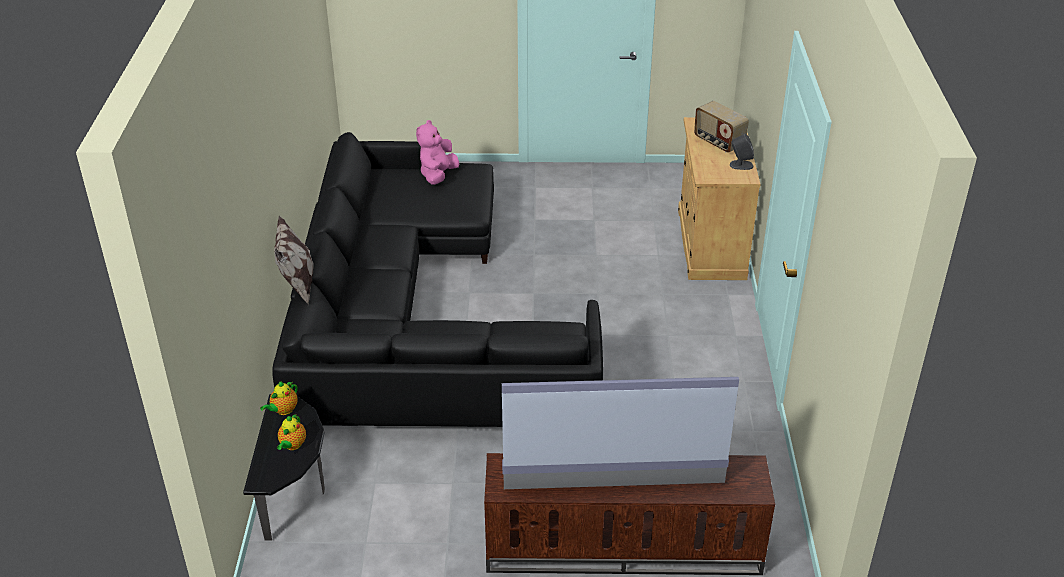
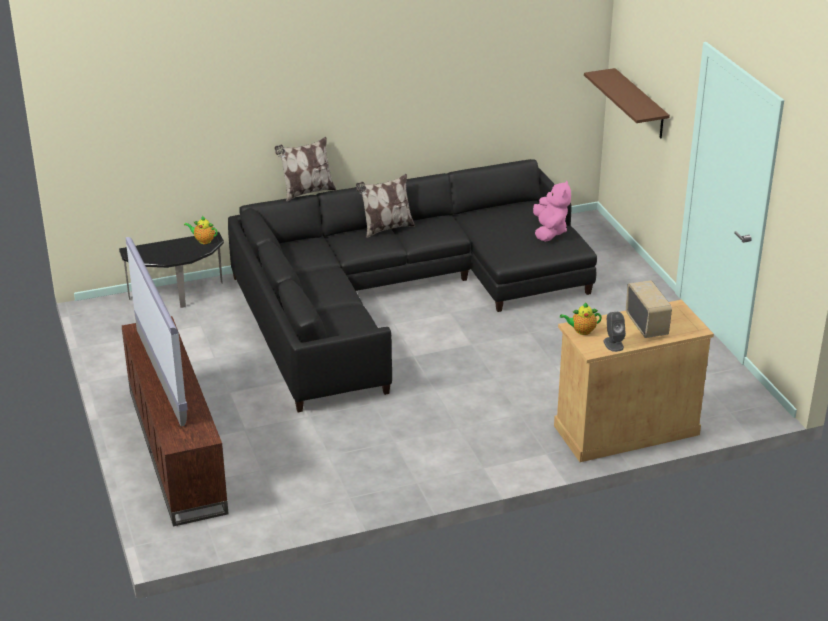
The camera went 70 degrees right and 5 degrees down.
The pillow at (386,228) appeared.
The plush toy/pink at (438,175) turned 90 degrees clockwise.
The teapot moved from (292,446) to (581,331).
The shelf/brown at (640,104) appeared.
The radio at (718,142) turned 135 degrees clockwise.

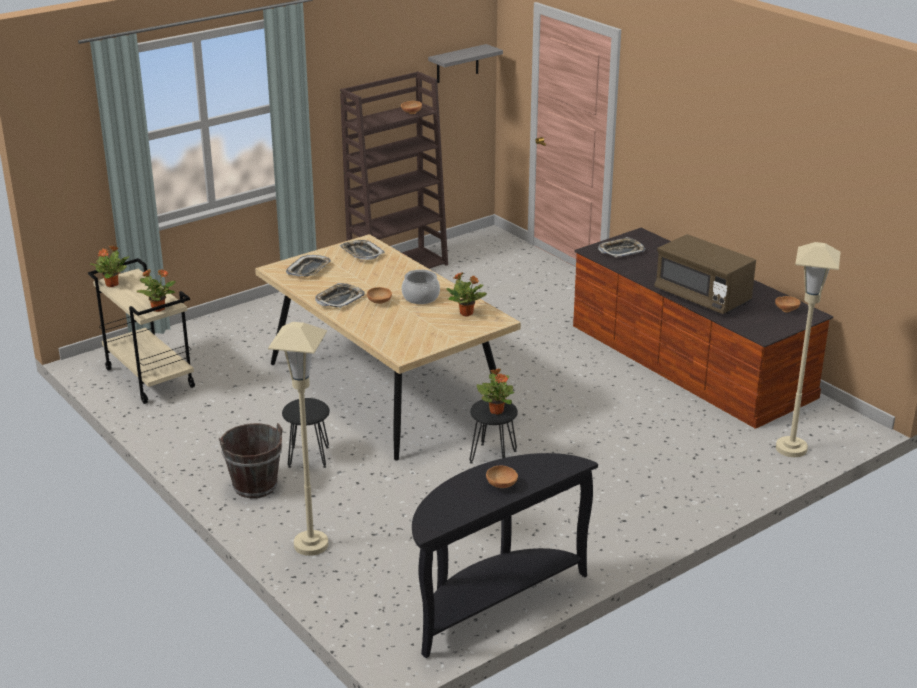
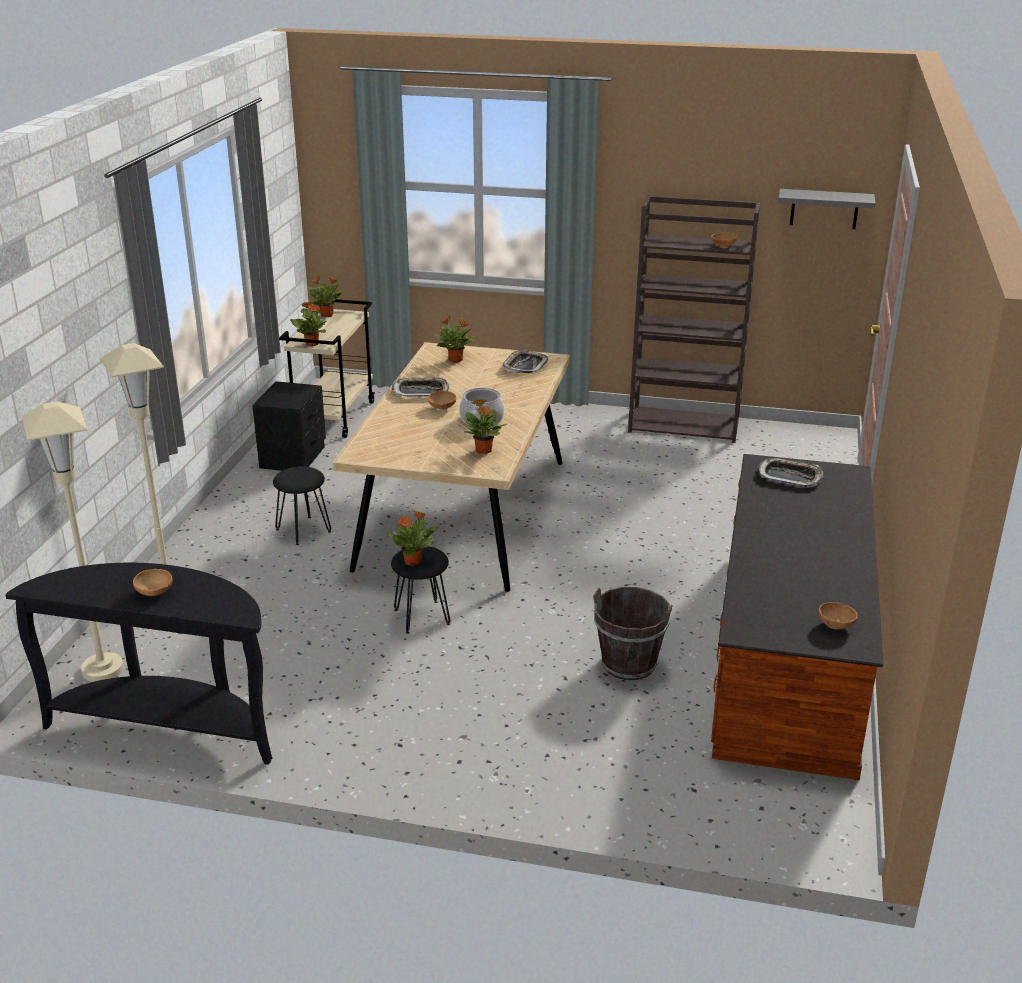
The camera went 50 degrees right and 0 degrees up.
The floor lamp/beige moved from (791,448) to (102,669).
The nightstand/black at (293,457) appeared.
The tray at (309,270) was replaced by the potted plant at (456,360).
The bucket/brown moved from (255,486) to (628,664).
The microwave/brown at (702,297) disappeared.

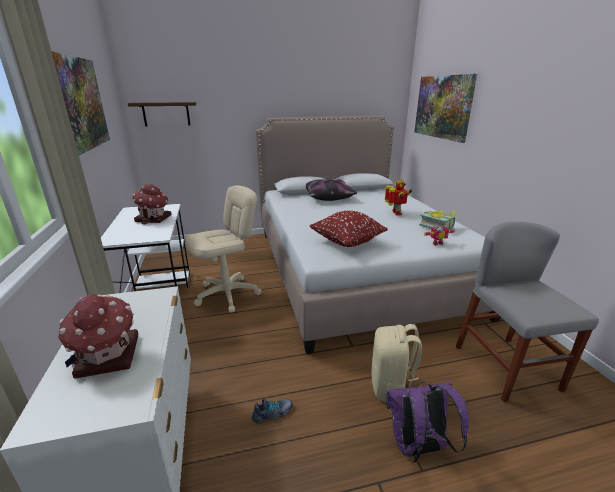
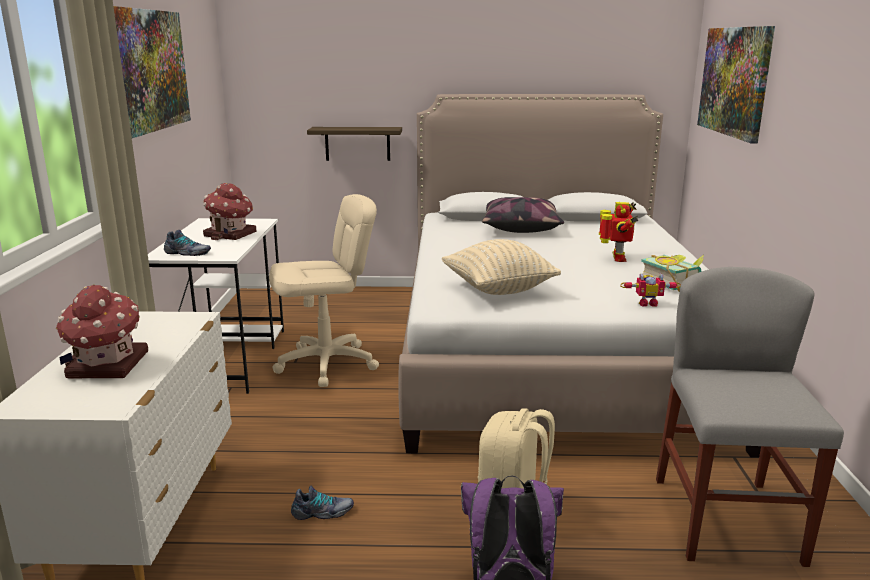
The camera went 15 degrees right and 5 degrees down.
The shoe at (187,253) appeared.
The shelf moved from (166,114) to (357,143).
The pillow/red at (347,242) became the pillow/beige at (498,289).

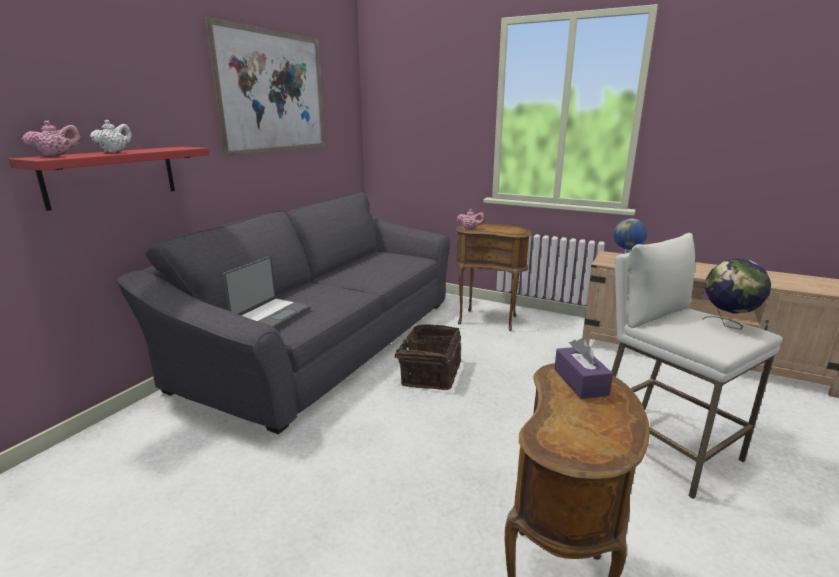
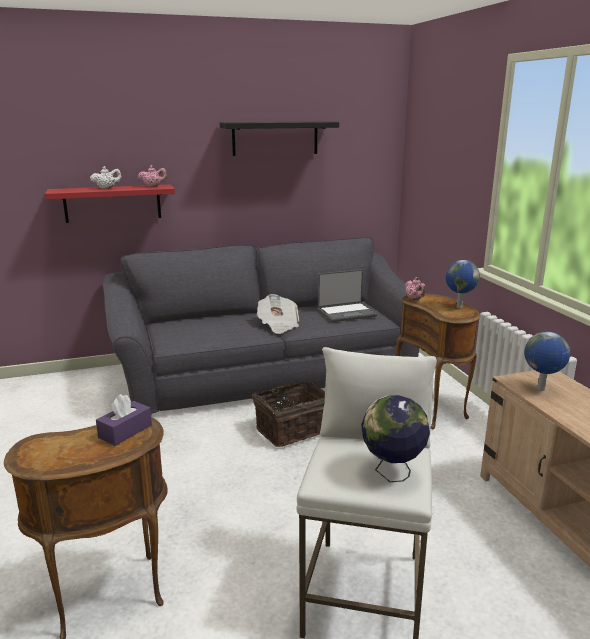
The camera went 45 degrees right and 0 degrees up.
The teapot/pink moved from (57,156) to (153,186).
The picture at (274,92) was replaced by the shelf/black at (275,138).
The newspaper at (278,325) appeared.
The laptop moved from (270,315) to (346,313).
The globe at (458,307) appeared.

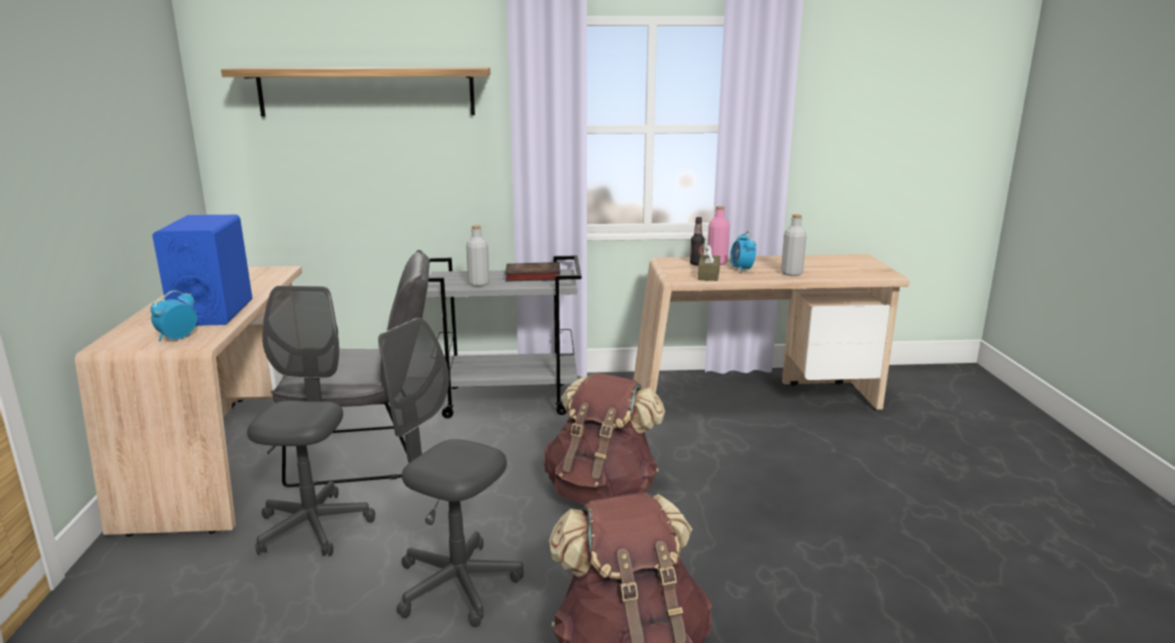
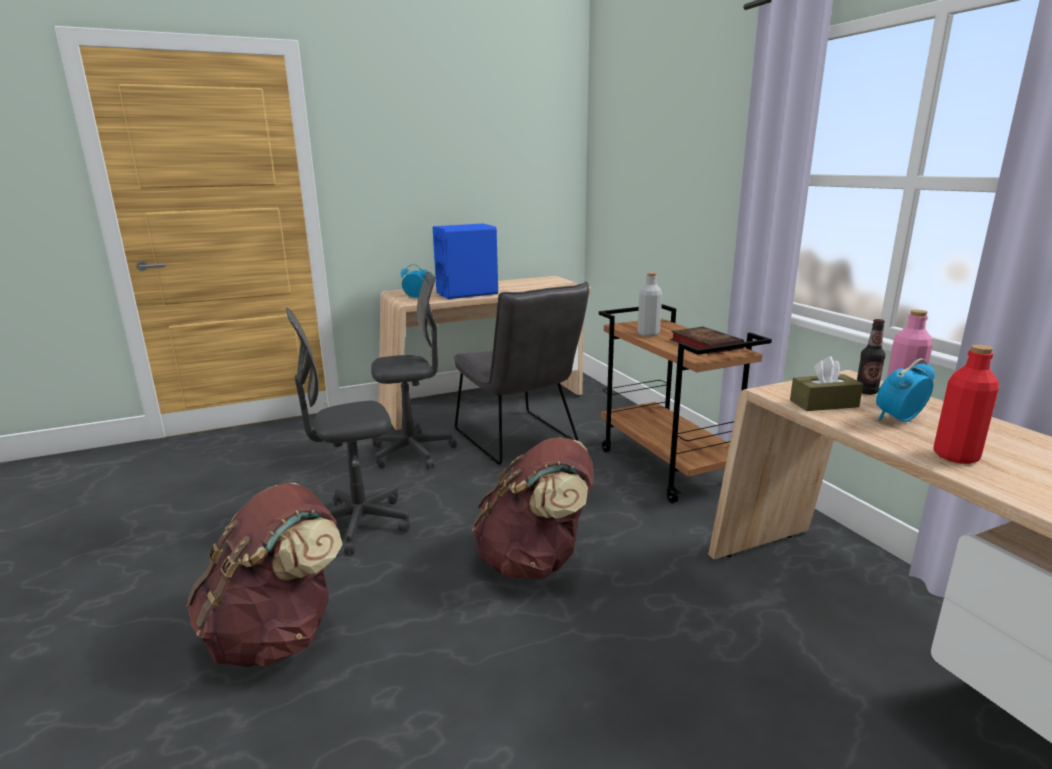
The camera went 70 degrees right and 0 degrees up.
The office chair/grey at (456,585) turned 120 degrees counterclockwise.
The cart/grey at (507,400) became the cart/brown at (668,467).
The bottle/grey at (791,273) became the bottle/red at (956,456).
The shelf at (367,91) disappeared.

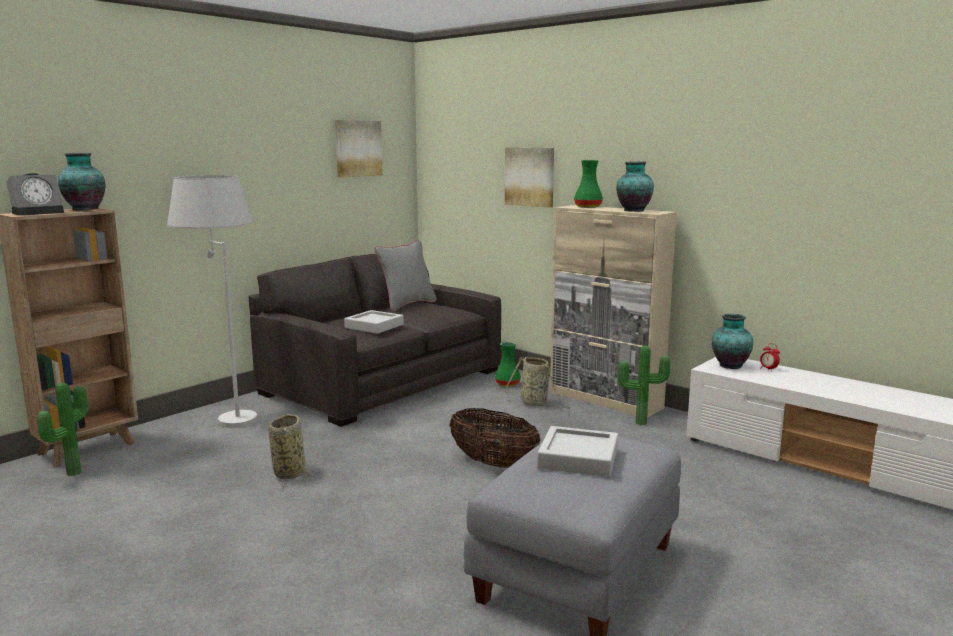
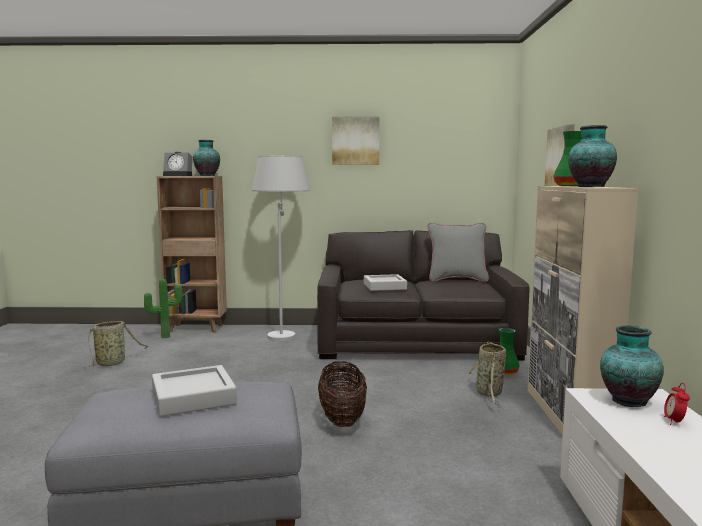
The camera went 50 degrees right and 5 degrees down.
The basket moved from (289,472) to (112,363).
The picture moved from (357,148) to (355,141).
The potted plant at (640,422) disappeared.

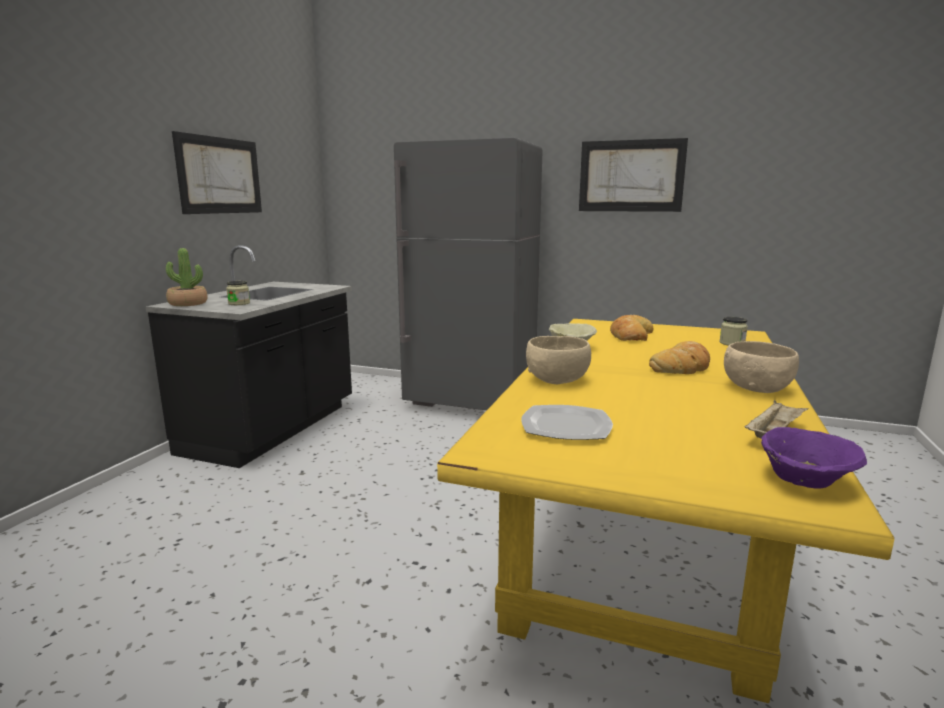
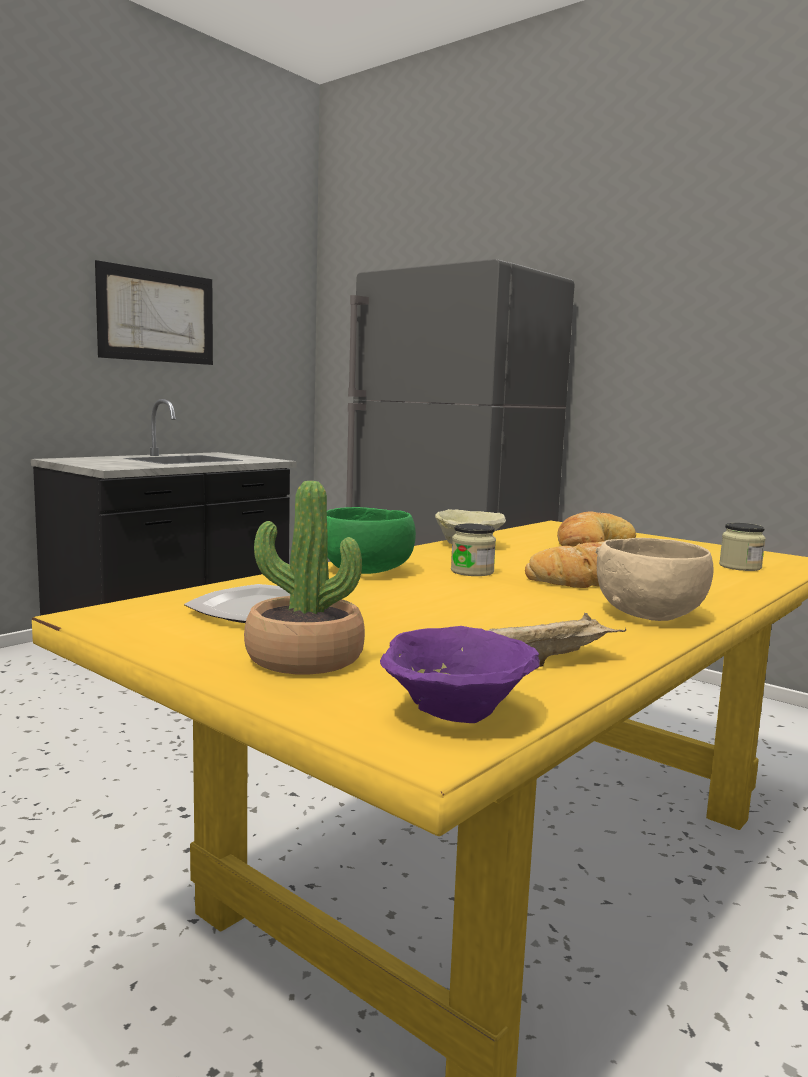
The camera went 20 degrees right and 5 degrees down.
The potted plant moved from (188,303) to (304,658).
The bowl/beige at (558,380) became the bowl/green at (367,570).
The jar moved from (239,303) to (472,572).
The picture at (631,176) disappeared.

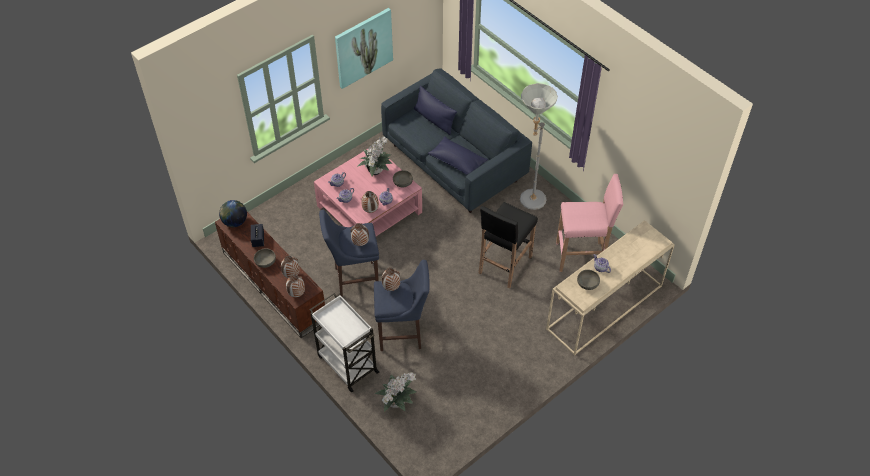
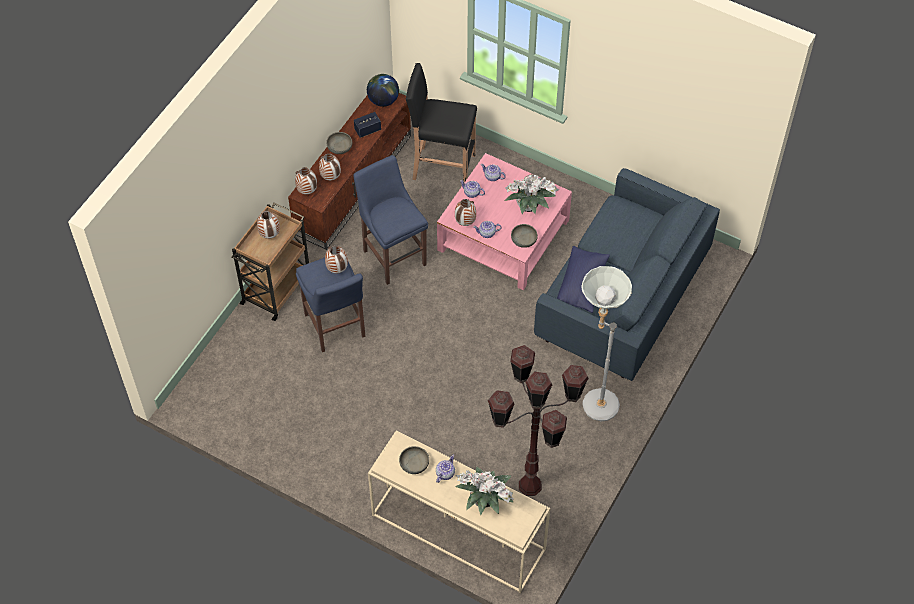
The camera went 70 degrees right and 5 degrees up.
The cart/white at (347,363) became the cart/brown at (276,288).
The vase moved from (360,243) to (270,235).
The stool/black moved from (504,266) to (442,167).
The potted plant moved from (397,402) to (486,502).
The stool/pink at (581,256) was replaced by the floor lamp/brown at (530,486).
The picture at (363,47) disappeared.
The pillow/blue at (434,120) disappeared.

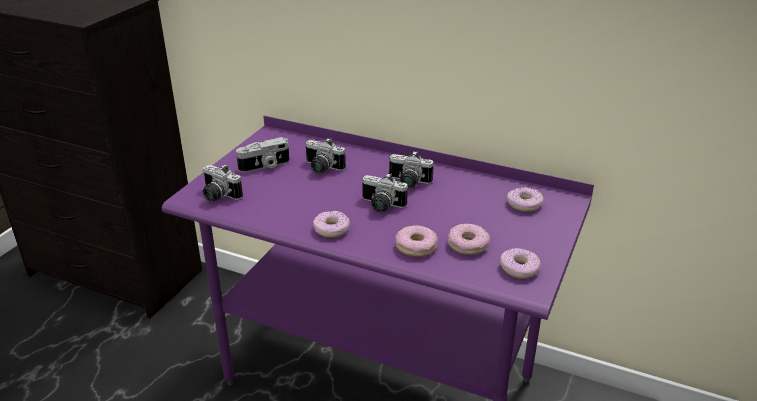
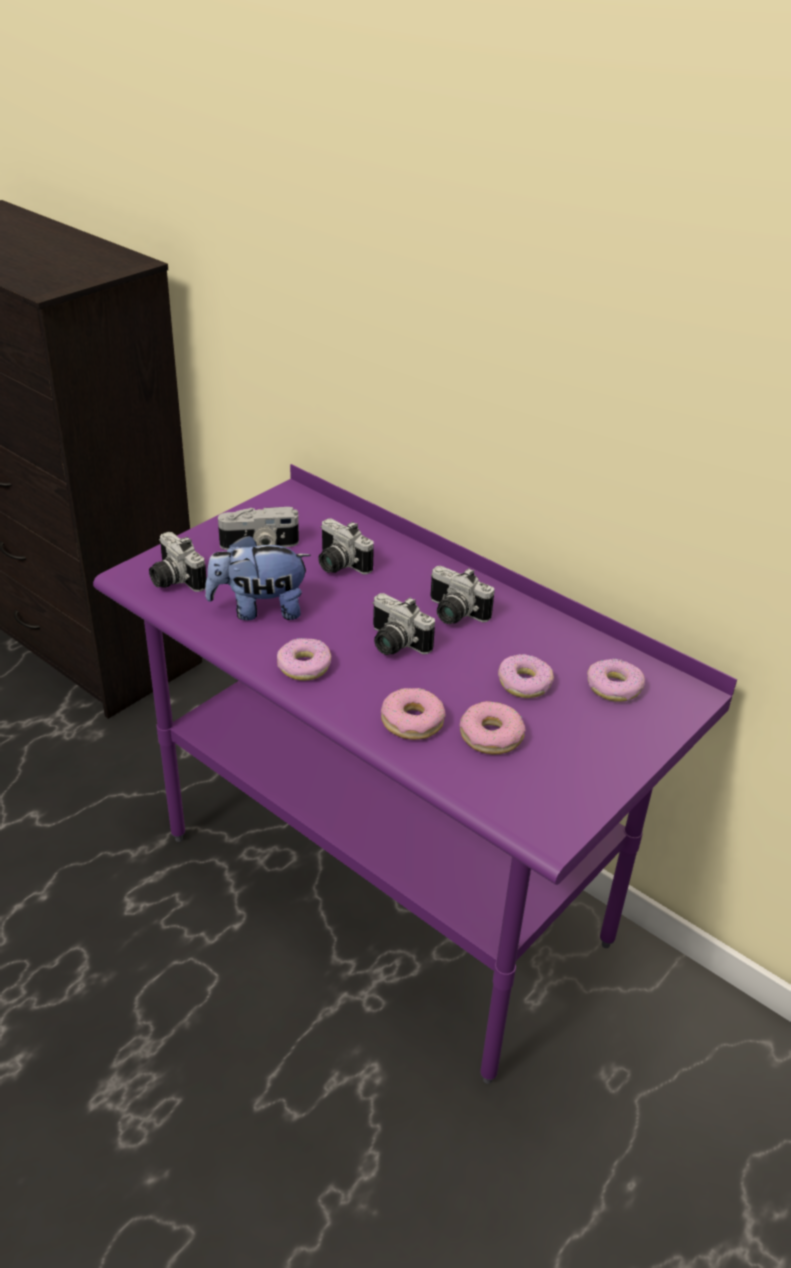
The camera went 15 degrees right and 5 degrees up.
The plush toy at (259,609) appeared.
The donut moved from (519,268) to (524,683).

